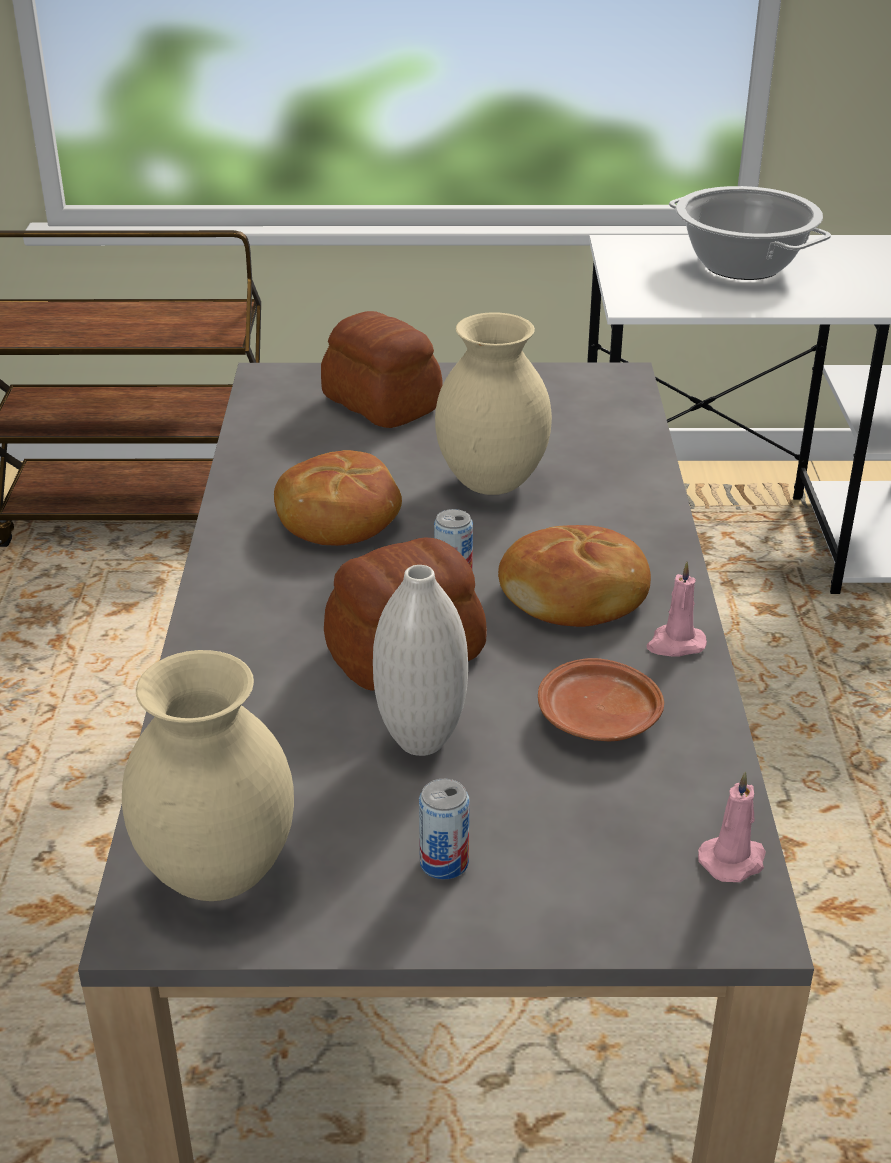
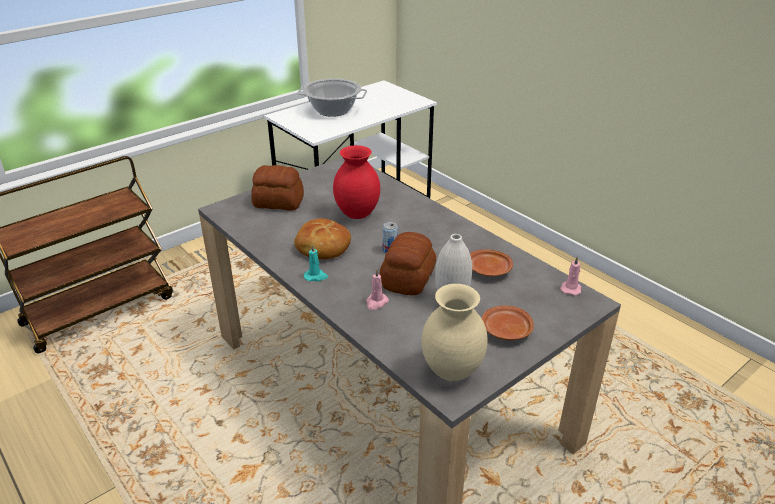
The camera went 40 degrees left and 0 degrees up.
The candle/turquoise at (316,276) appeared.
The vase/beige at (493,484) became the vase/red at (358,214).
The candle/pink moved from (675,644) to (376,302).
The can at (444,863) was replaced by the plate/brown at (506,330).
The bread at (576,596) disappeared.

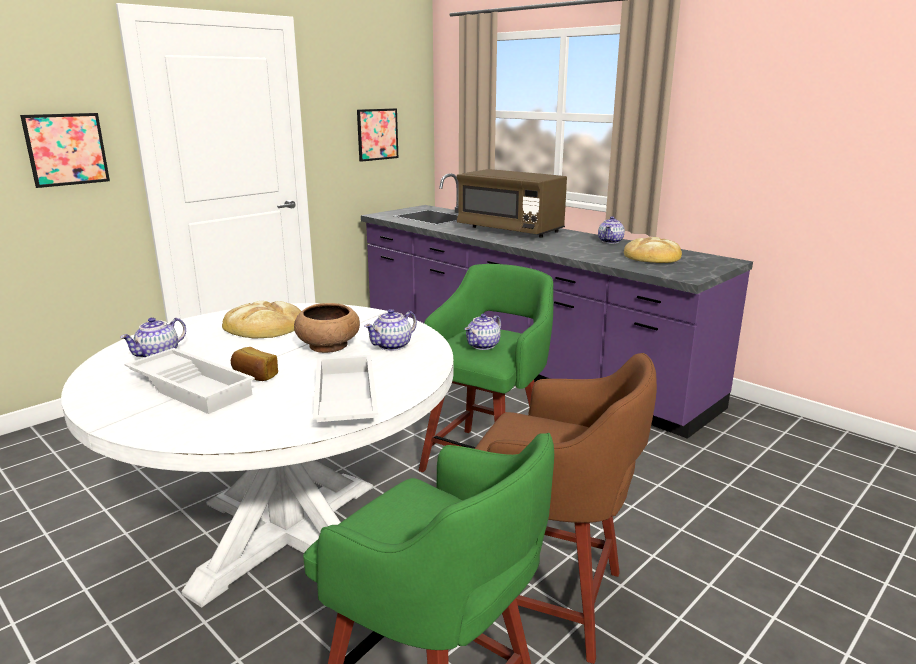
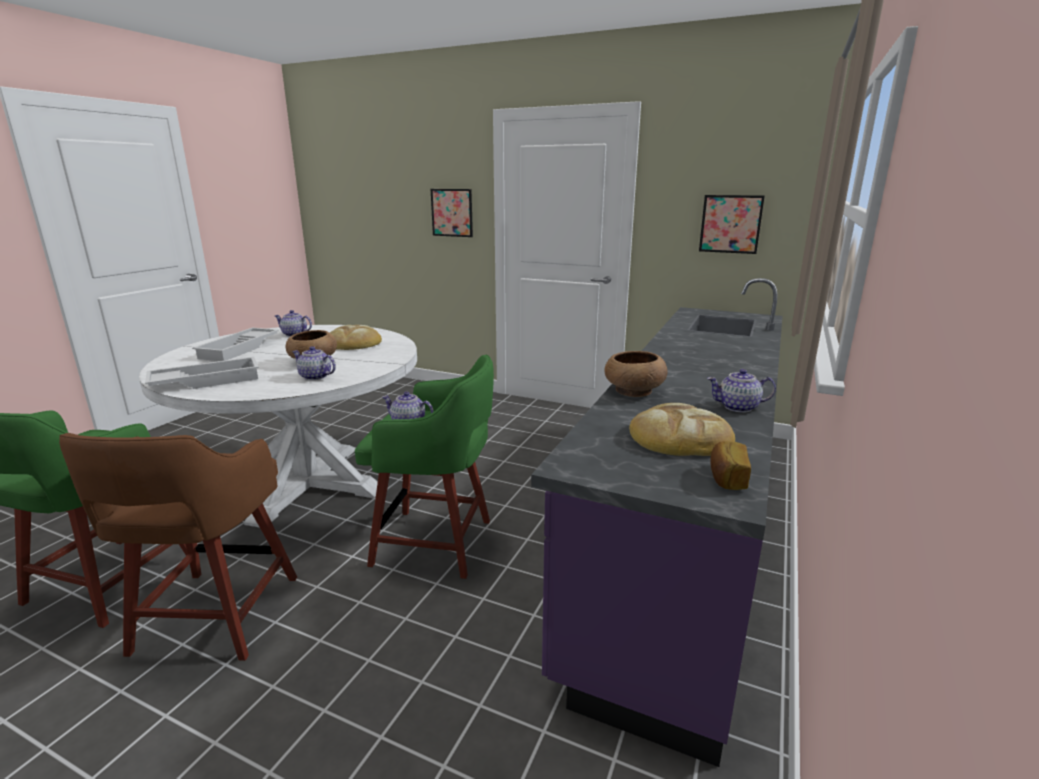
The camera went 70 degrees right and 0 degrees up.
The bowl/brown at (633,391) appeared.
The bread moved from (254,376) to (726,478).
The microwave/brown at (510,230) disappeared.

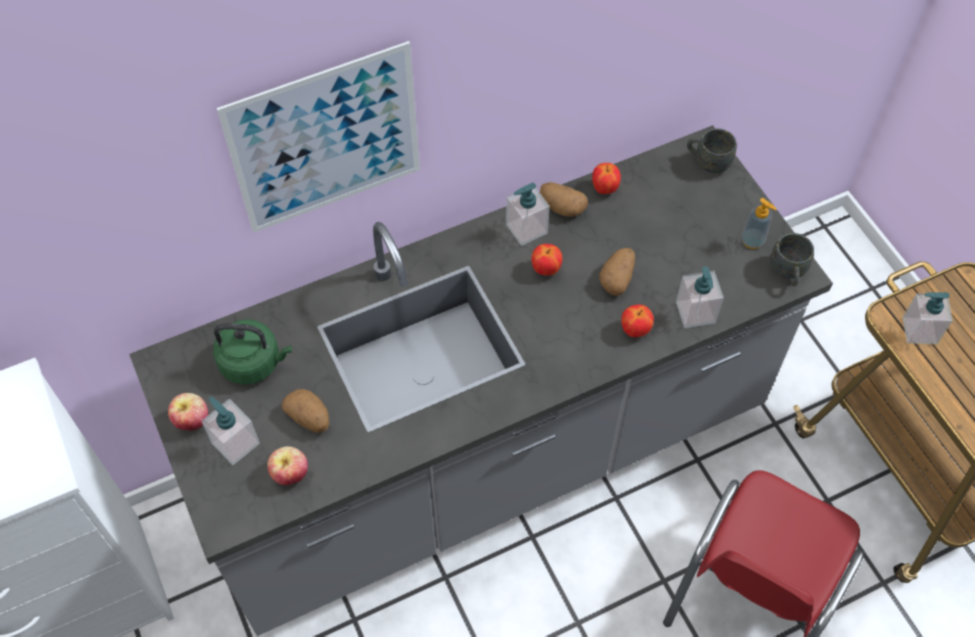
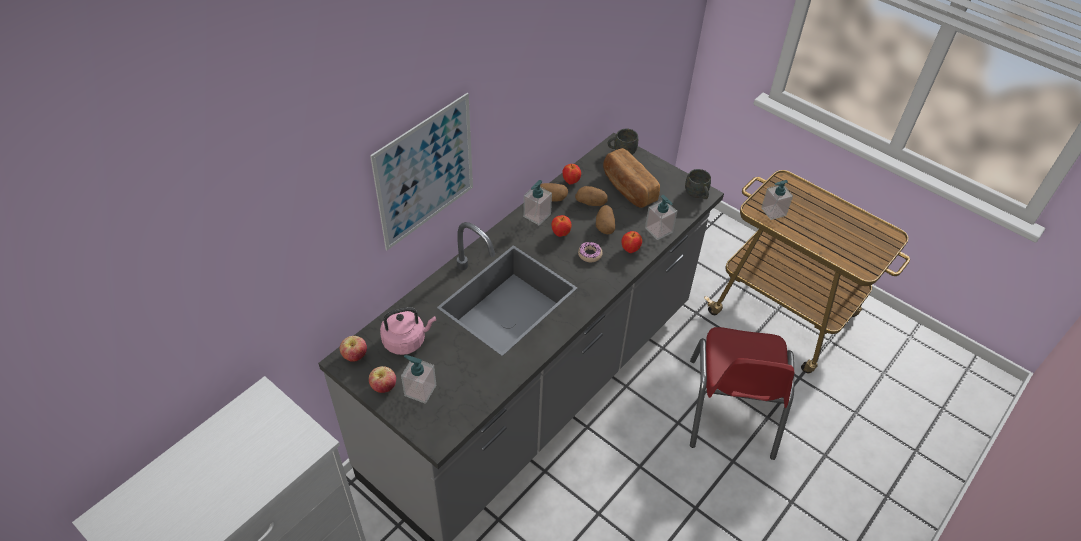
The camera went 25 degrees left and 10 degrees down.
The apple moved from (290,474) to (355,356).
The kettle/green at (254,362) became the kettle/pink at (406,340).
The potato moved from (309,418) to (591,203).
The donut at (590,254) appeared.
The bread at (628,188) appeared.
The soap dispenser at (752,241) disappeared.

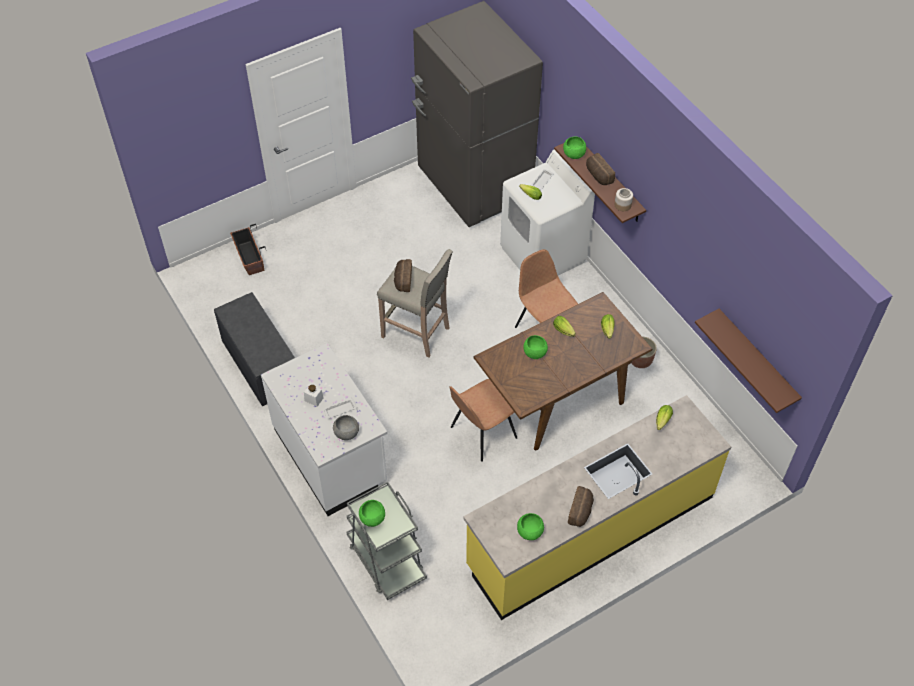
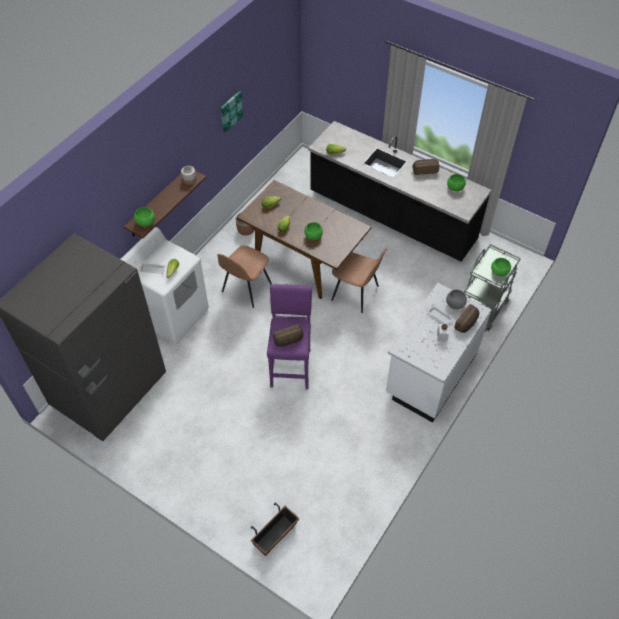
The camera went 115 degrees left and 0 degrees up.
The picture at (230,111) appeared.
The stool/beige at (417,333) became the stool/purple at (291,367).
The counter/yellow at (590,531) became the counter/black at (391,217).
The bread moved from (598,176) to (467,323).
The bench/grey at (259,364) disappeared.
The shelf/brown at (756,359) disappeared.

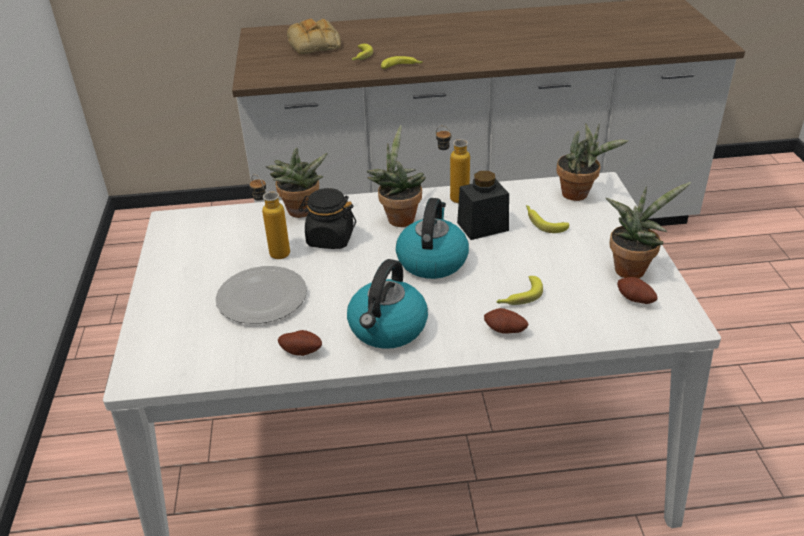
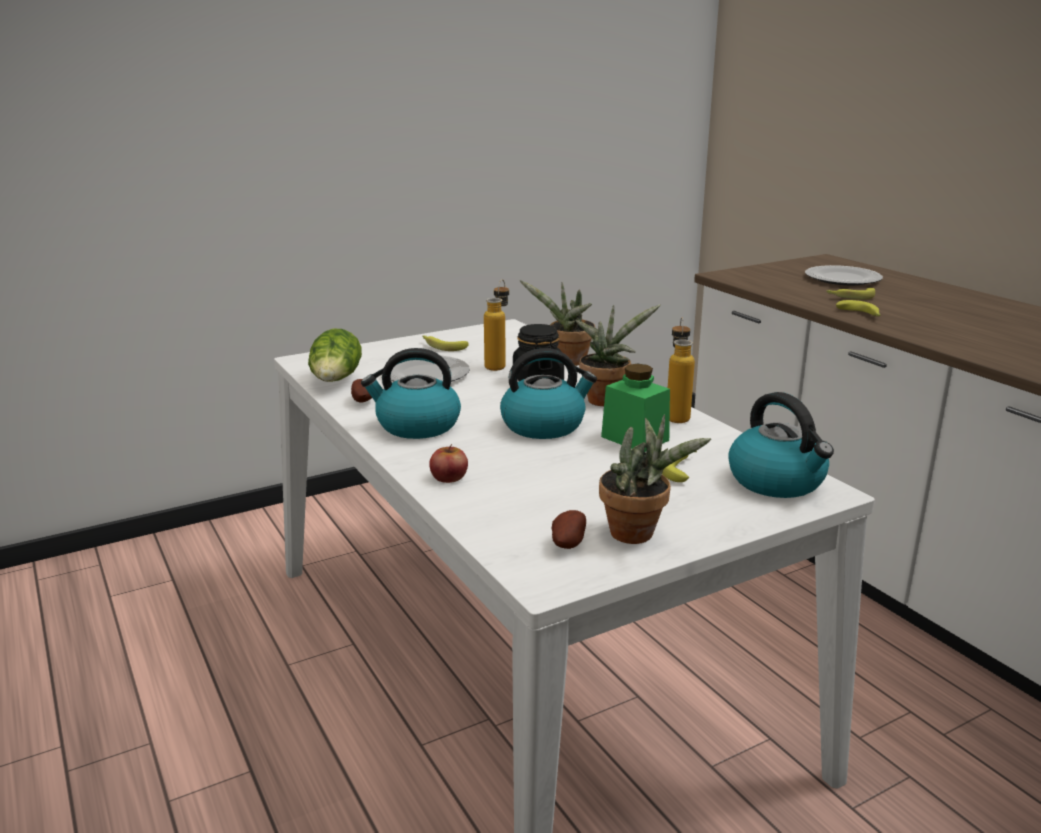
The camera went 65 degrees right and 15 degrees down.
The lettuce at (336,381) appeared.
The banana moved from (519,297) to (442,346).
The potato at (504,331) was replaced by the apple at (449,477).
The jar/black at (482,226) became the jar/green at (635,438).
The potted plant at (579,194) was replaced by the kettle at (777,481).
The bread at (315,44) was replaced by the plate at (843,279).

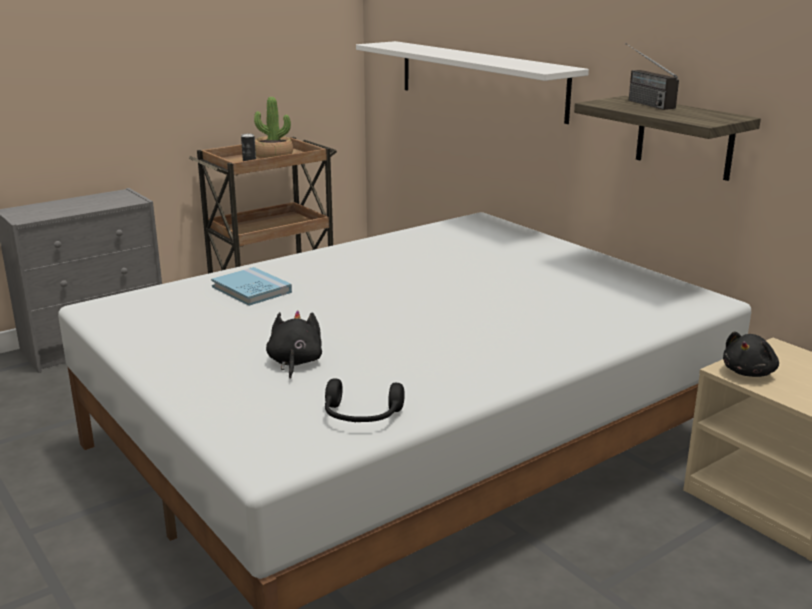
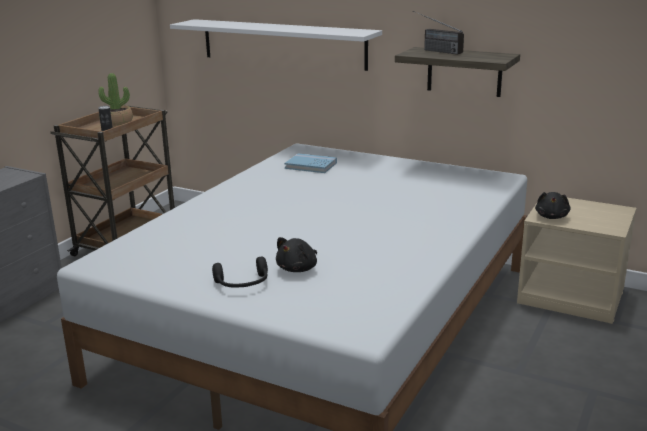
The camera went 25 degrees left and 0 degrees up.
The headphones/black moved from (361,416) to (242,284).
The plush toy/black at (294,362) turned 120 degrees counterclockwise.
The book/blue moved from (251,289) to (311,165).

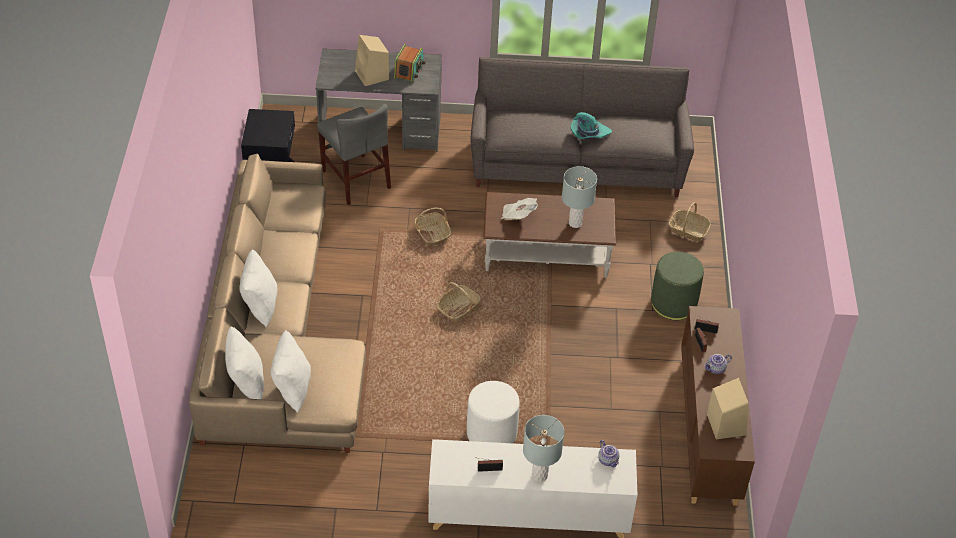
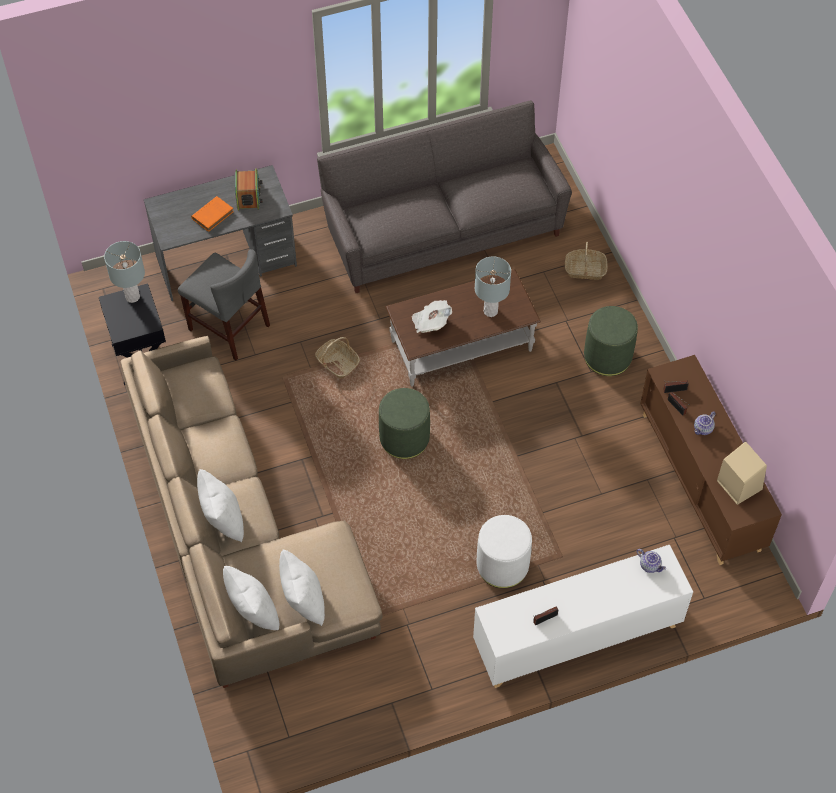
The camera went 20 degrees left and 10 degrees up.
The table lamp/grey moved from (540,475) to (133,297).
The speaker/beige at (372,75) was replaced by the book/orange at (213,214).
The basket at (458,308) was replaced by the ottoman/green at (404,438).
The hat/turquoise at (589,133) disappeared.

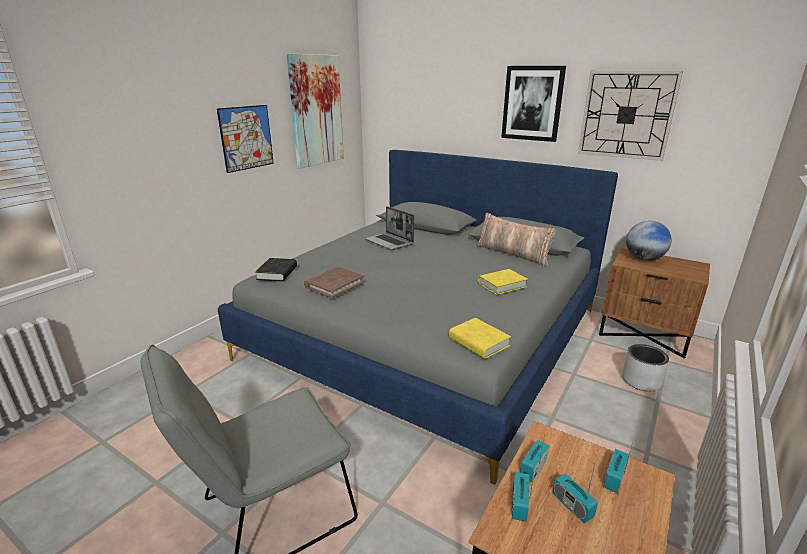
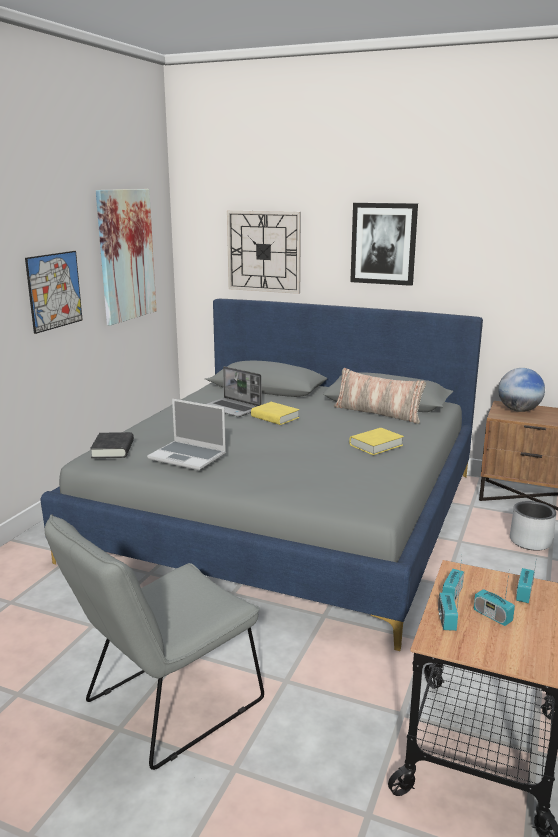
The camera went 10 degrees left and 5 degrees down.
The book/brown at (334,284) was replaced by the laptop at (189,456).
The wall clock moved from (626,115) to (264,251).
The book/yellow moved from (478,342) to (275,417).

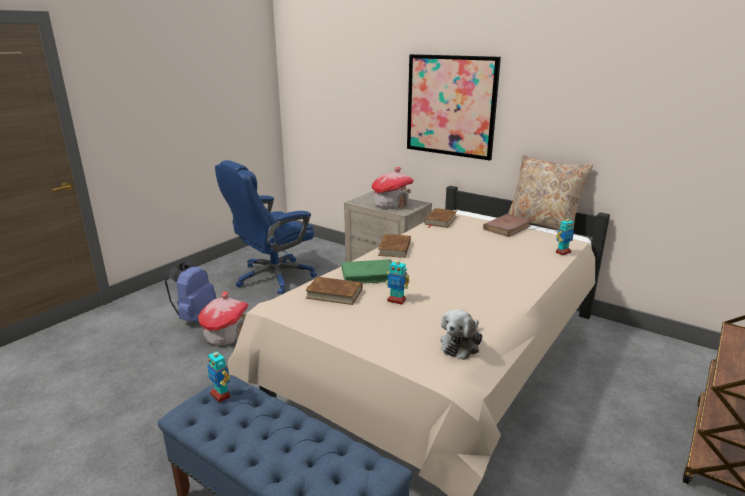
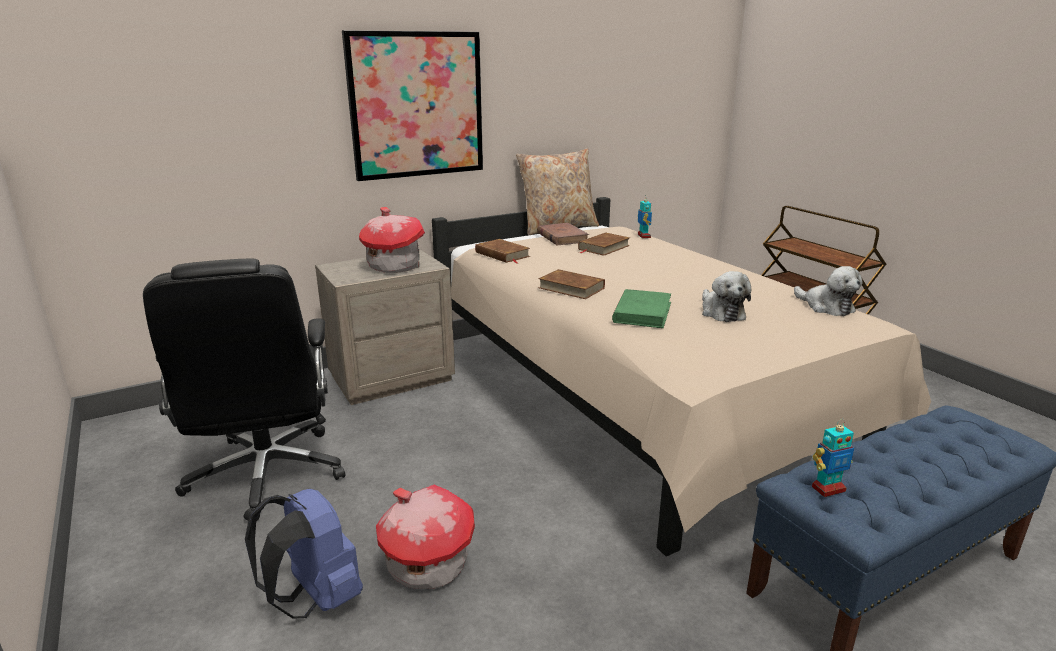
The camera went 65 degrees left and 0 degrees up.
The office chair/blue at (273,277) became the office chair/black at (267,475).
The book/brown moved from (334,293) to (603,247).
The toy robot at (396,300) was replaced by the plush toy at (721,312).

